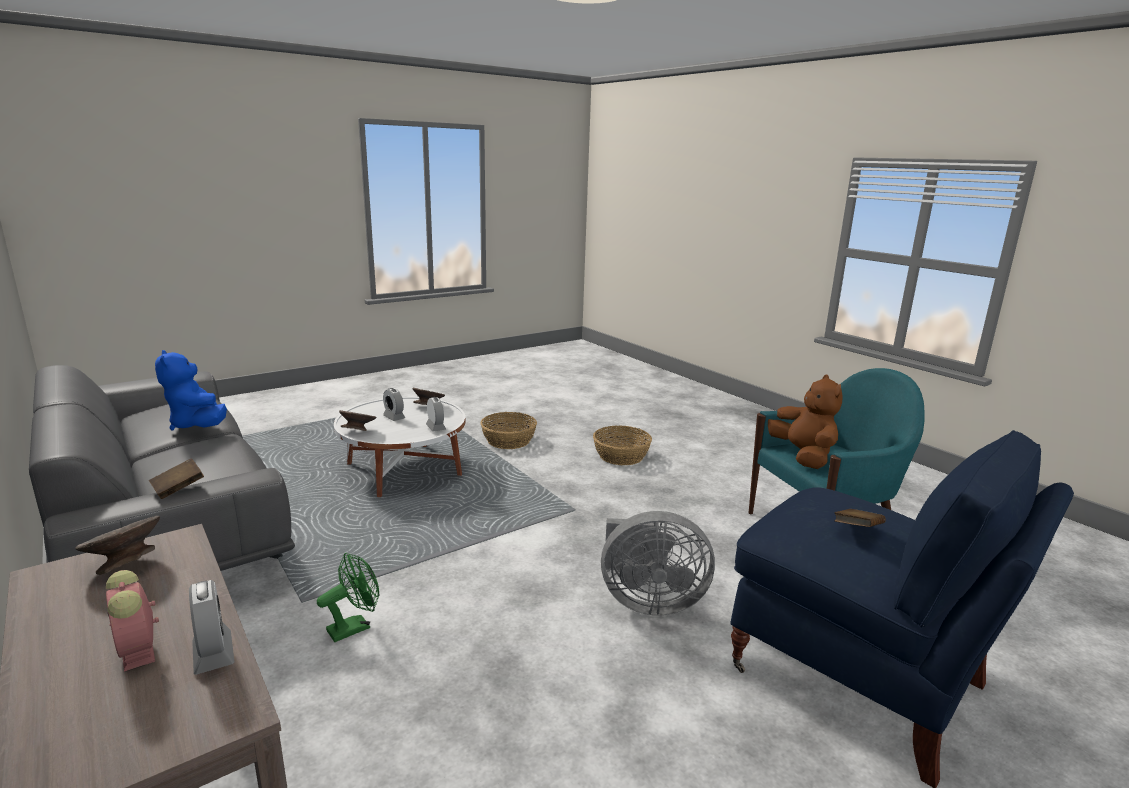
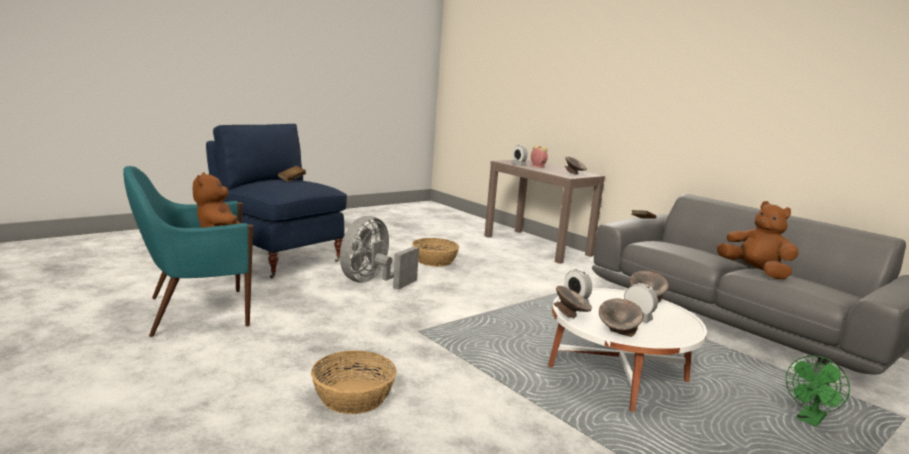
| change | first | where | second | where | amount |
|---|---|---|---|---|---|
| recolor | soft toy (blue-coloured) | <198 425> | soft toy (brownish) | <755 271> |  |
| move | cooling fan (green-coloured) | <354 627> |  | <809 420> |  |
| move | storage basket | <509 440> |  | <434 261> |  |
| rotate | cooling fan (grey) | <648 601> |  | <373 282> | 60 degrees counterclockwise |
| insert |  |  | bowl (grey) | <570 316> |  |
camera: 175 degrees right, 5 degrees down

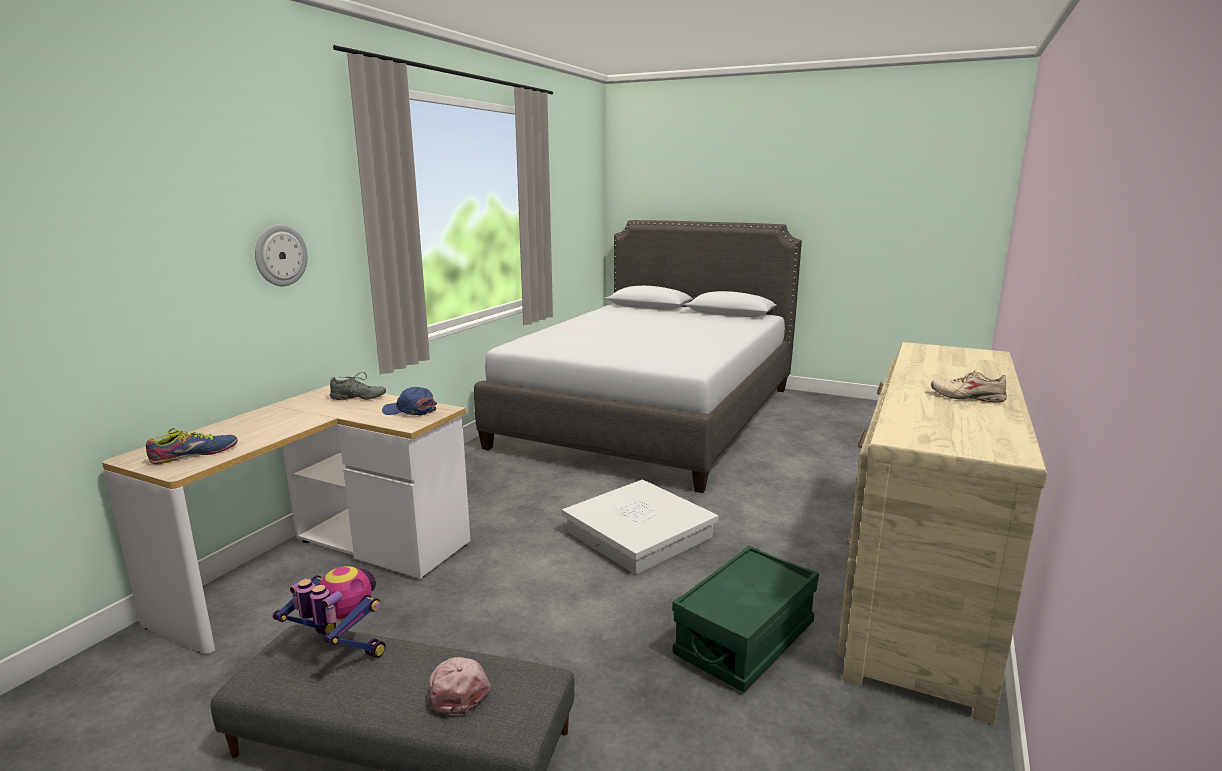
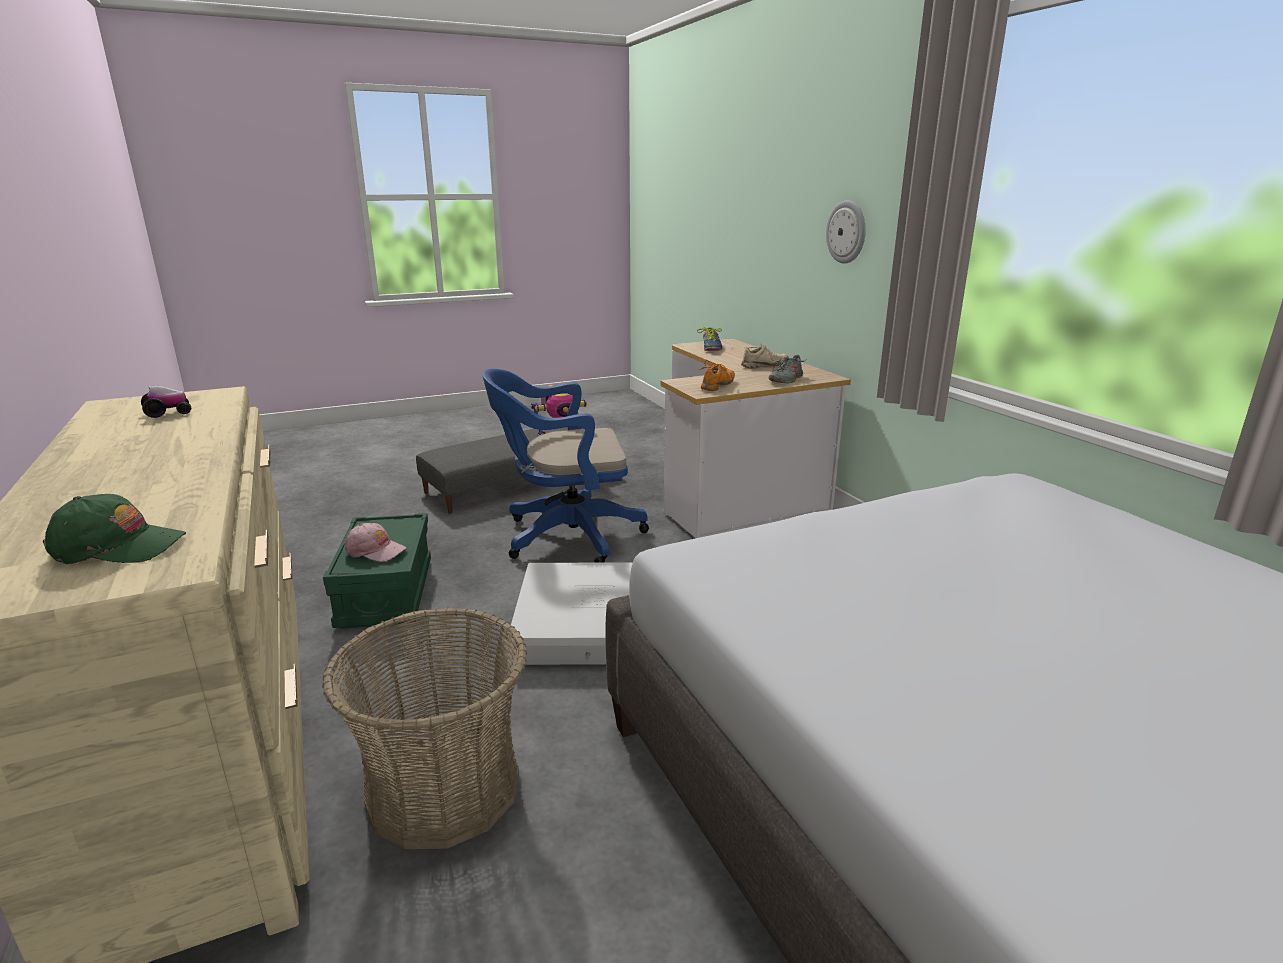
| change | first | where | second | where | amount |
|---|---|---|---|---|---|
| replace | peaked cap (blue-coloured) | <410 410> | item of footwear (orangey) | <718 386> |  |
| move | peaked cap (pink-coloured) | <458 689> |  | <375 550> |  |
| move | item of footwear (sand-coloured) | <967 397> |  | <764 366> |  |
| insert |  |  | peaked cap (green-coloured) | <117 546> |  |
| insert |  |  | miniature car | <168 413> |  |
| insert |  |  | storage basket | <443 789> |  |
| insert |  |  | computer chair (blue-coloured) | <565 536> |  |
camera: 130 degrees right, 5 degrees up

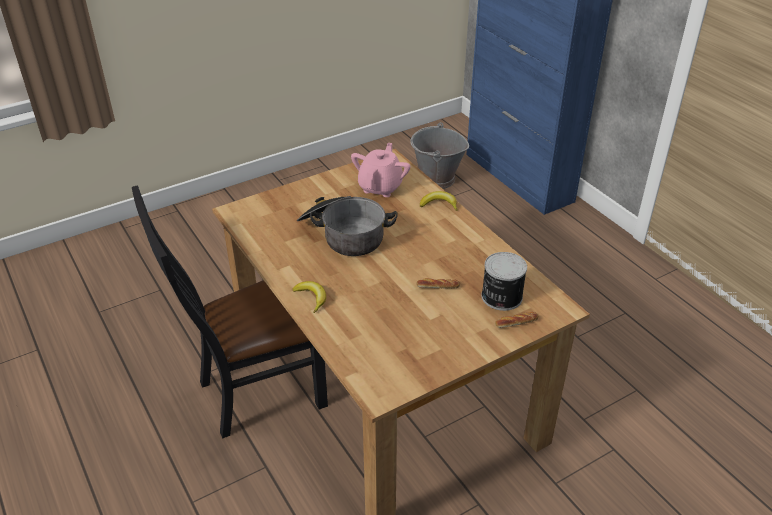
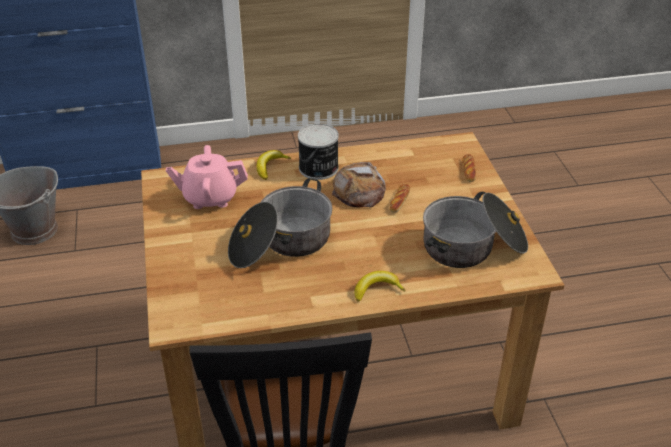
| change | first | where | second | where | amount |
|---|---|---|---|---|---|
| rotate | tea pot (pink-coloured) | <380 187> |  | <210 197> | 45 degrees counterclockwise |
| move | metal can | <501 297> |  | <319 168> |  |
| insert |  |  | baked bread | <359 191> |  |
| insert |  |  | saucepot | <473 246> |  |
camera: 70 degrees left, 0 degrees up

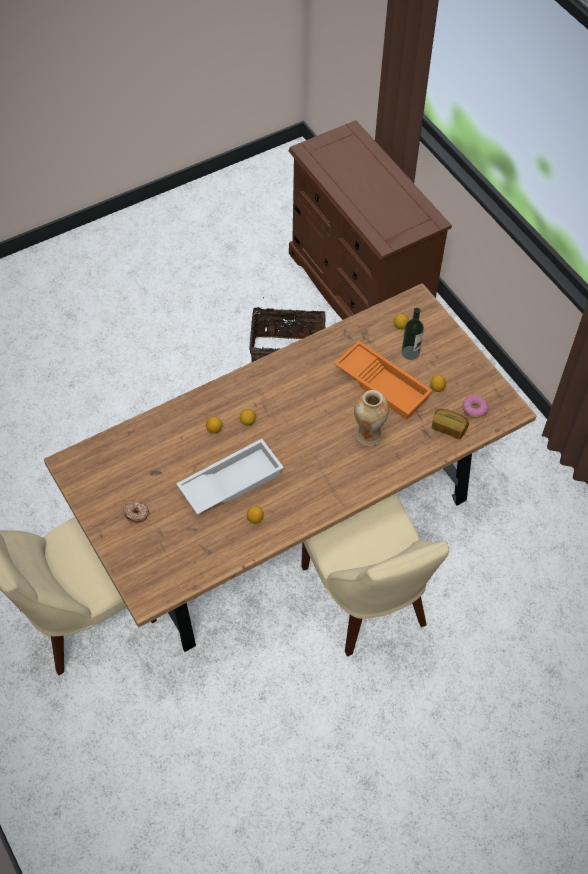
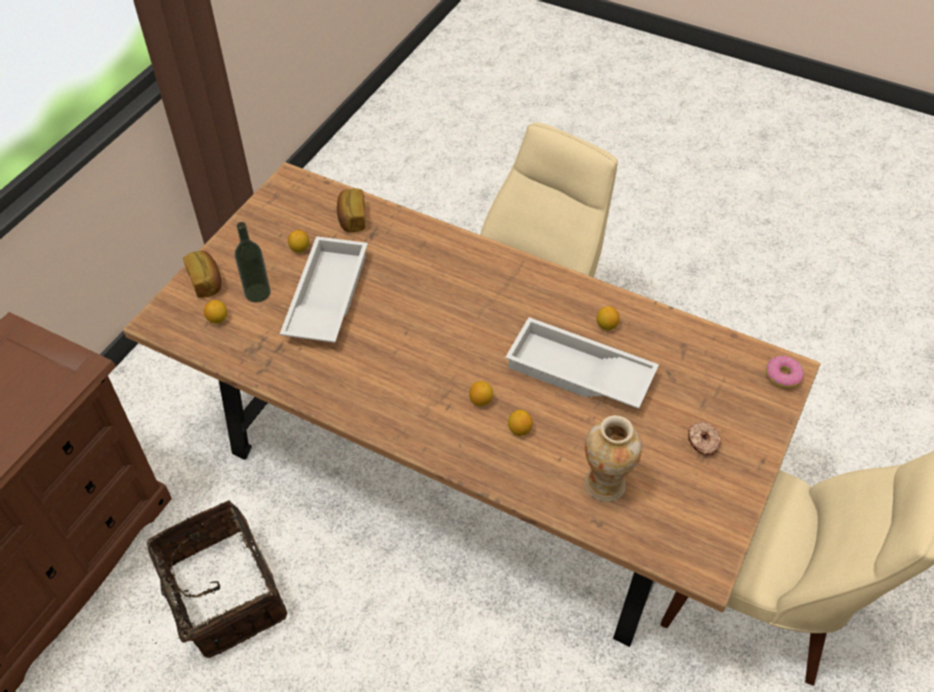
| change | first | where | second | where | amount |
|---|---|---|---|---|---|
| recolor | tray (orangey) | <383 384> | tray (whitish) | <325 297> |  |
| move | decorative vase | <368 435> |  | <605 485> |  |
| move | doughnut | <474 409> |  | <783 376> |  |
| insert |  |  | baked bread | <206 281> |  |
camera: 120 degrees left, 5 degrees down

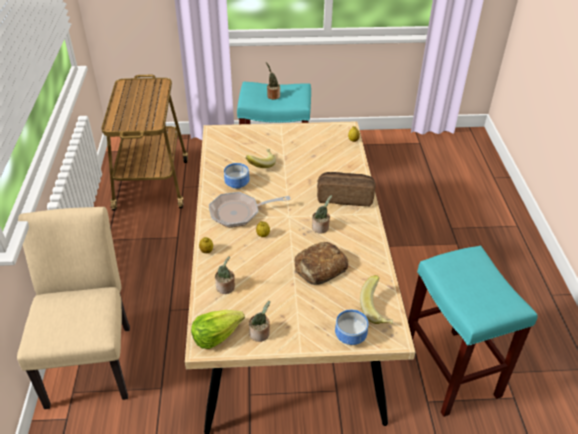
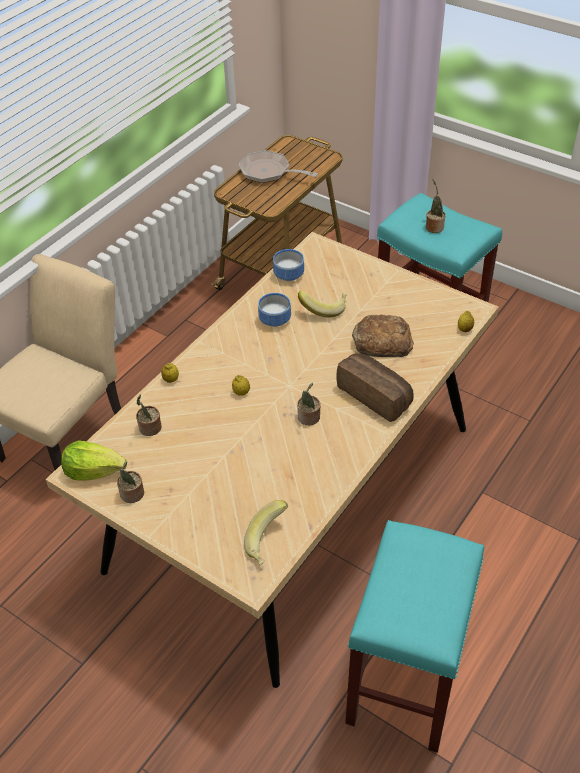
| change | first | where | second | where | amount |
|---|---|---|---|---|---|
| move | pan | <239 213> |  | <269 172> |  |
| move | baked bread | <320 268> |  | <381 341> |  |
| move | bowl | <351 337> |  | <288 276> |  |
camera: 40 degrees right, 5 degrees up

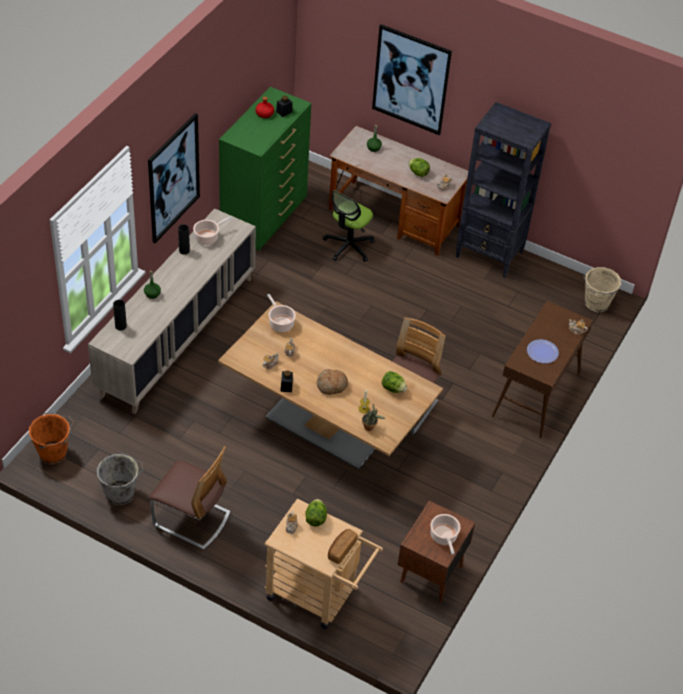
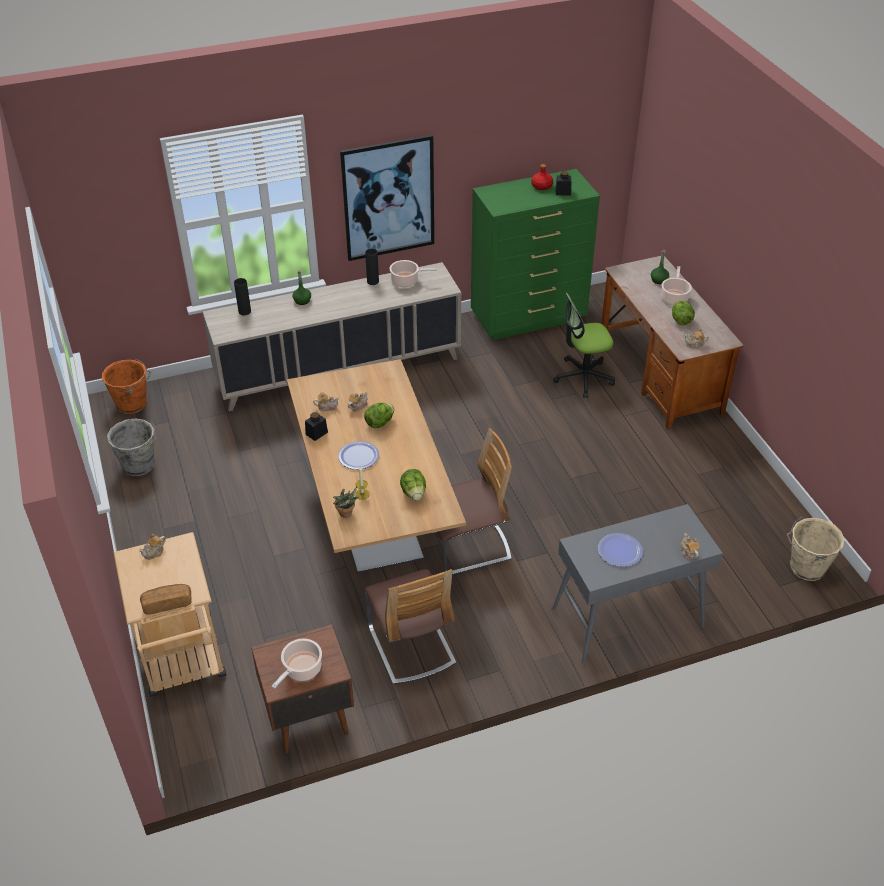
| change | first | where | second | where | amount |
|---|---|---|---|---|---|
| move | chair | <191 519> |  | <411 645> |  |
| move | saucepot | <280 323> |  | <674 298> |  |
| move | lettuce | <315 518> |  | <379 423> |  |
| replace | baked bread | <331 385> | flat dish | <358 456> |  |
| delete | wall art | <411 79> |  |  |  |
| delete | bookshelf (black-coloured) | <490 255> |  |  |  |
| recolor | console table (brownish) | <536 395> | console table (grey) | <627 618> |  |
camera: 45 degrees right, 5 degrees down

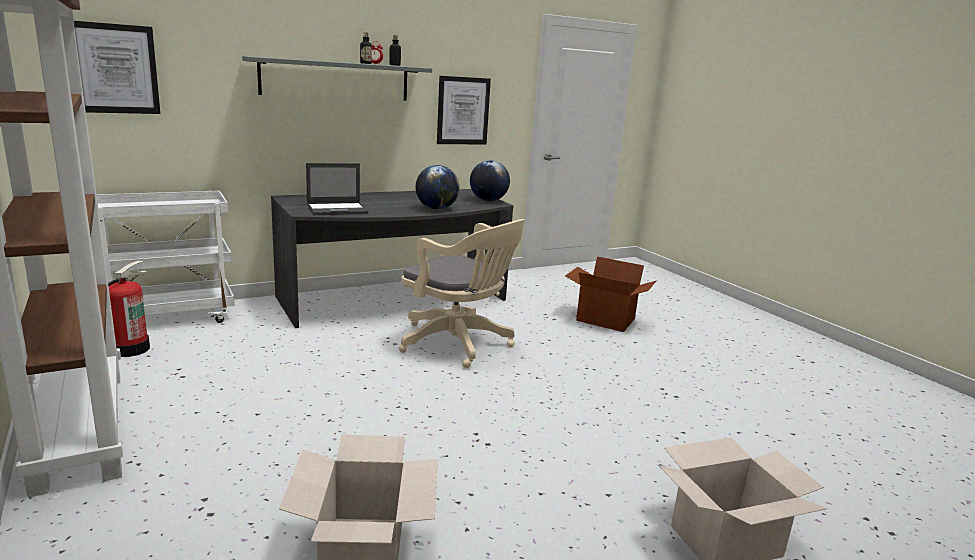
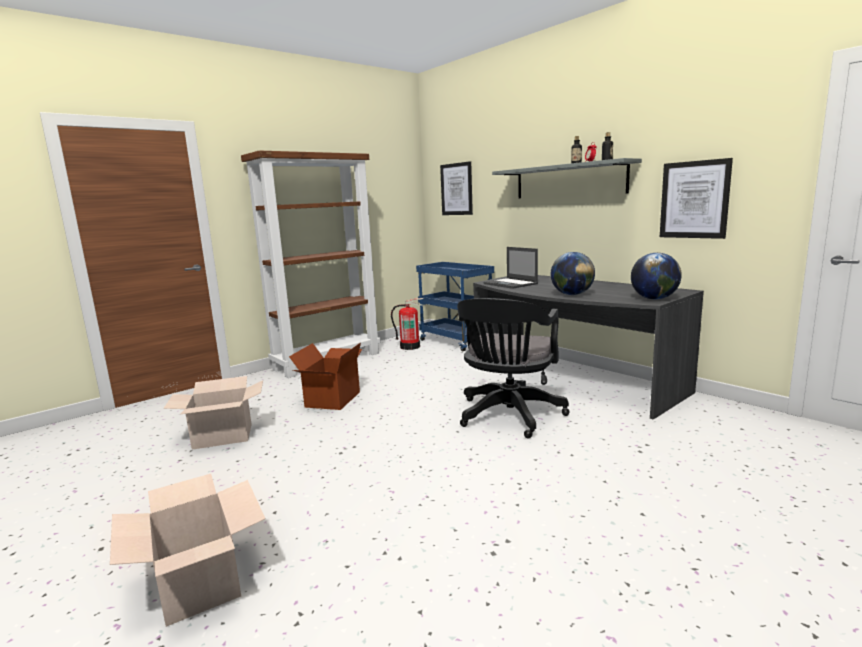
| change | first | where | second | where | amount |
|---|---|---|---|---|---|
| recolor | wheeled cart (whitish) | <171 317> | wheeled cart (blue-coloured) | <457 342> |  |
| recolor | computer chair (sand-coloured) | <459 344> | computer chair (black-coloured) | <508 416> |  |
| move | carton | <605 320> |  | <332 399> |  |
camera: 80 degrees right, 5 degrees down

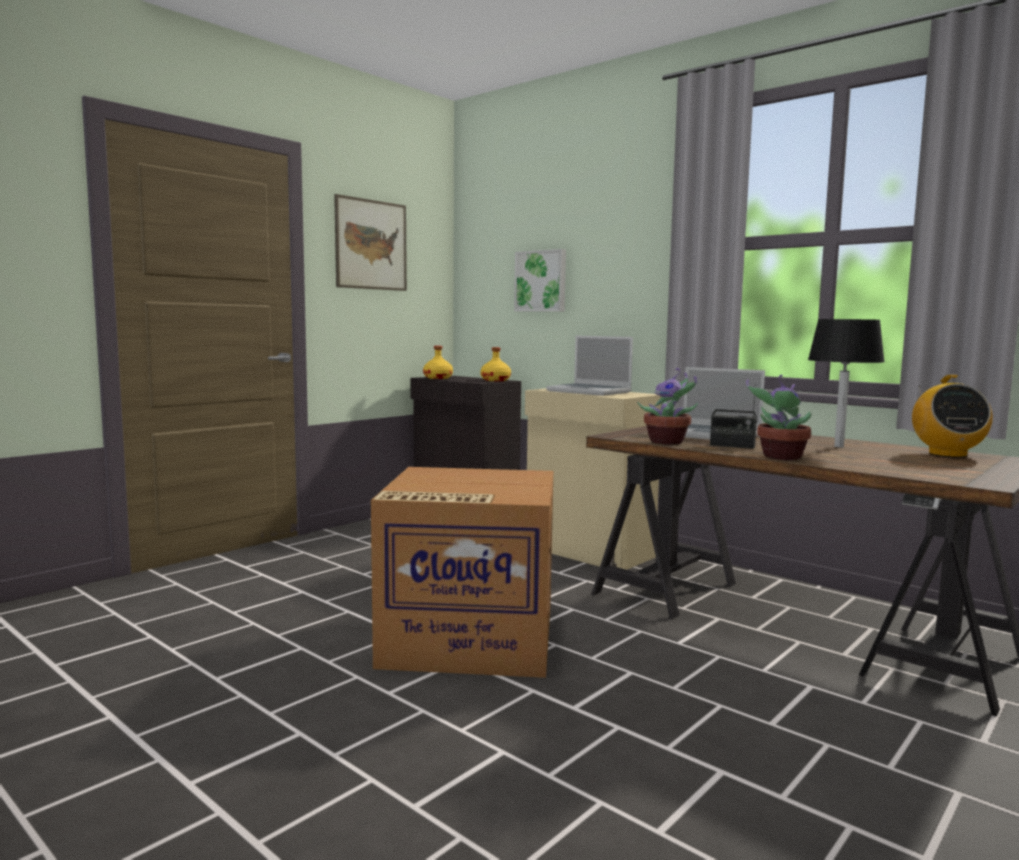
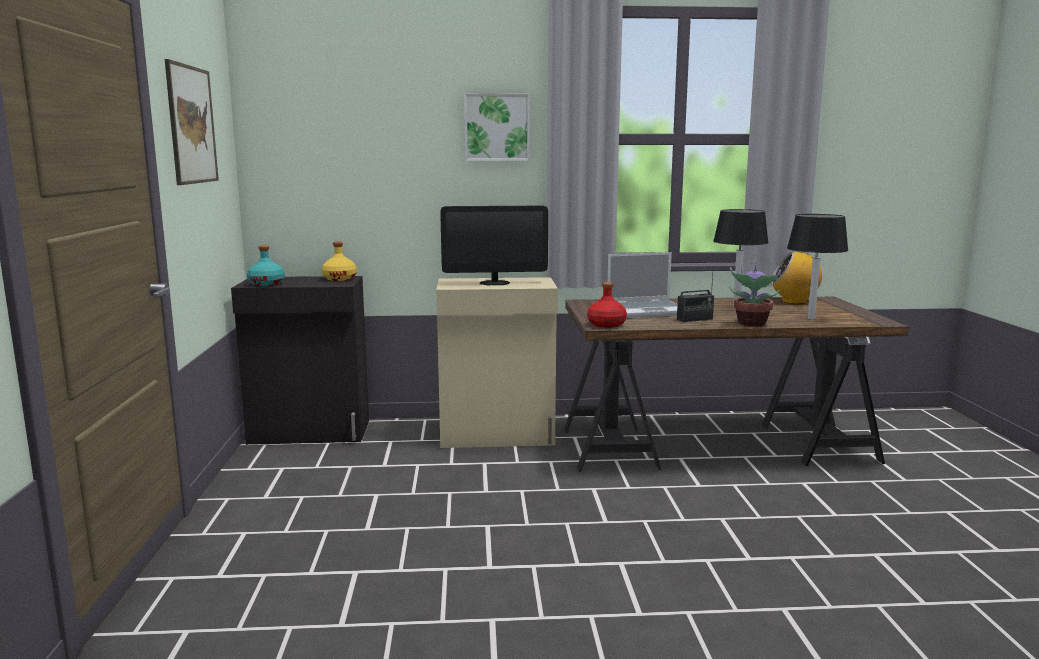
| change | first | where | second | where | amount |
|---|---|---|---|---|---|
| delete | carton | <467 638> |  |  |  |
| recolor | drink bottle (yellow) | <438 378> | drink bottle (blue-green) | <266 284> |  |
| move | wall art | <541 281> |  | <497 127> |  |
| replace | notebook computer | <590 391> | monitor | <494 283> |  |
| delete | houseplant | <668 442> |  |  |  |
| rotate | radio set | <947 454> |  | <794 302> | 135 degrees clockwise |
| insert |  |  | drink bottle (reddish) | <606 324> |  |
| insert |  |  | tabletop lamp (black-coloured) | <811 318> |  |
camera: 45 degrees left, 5 degrees up

